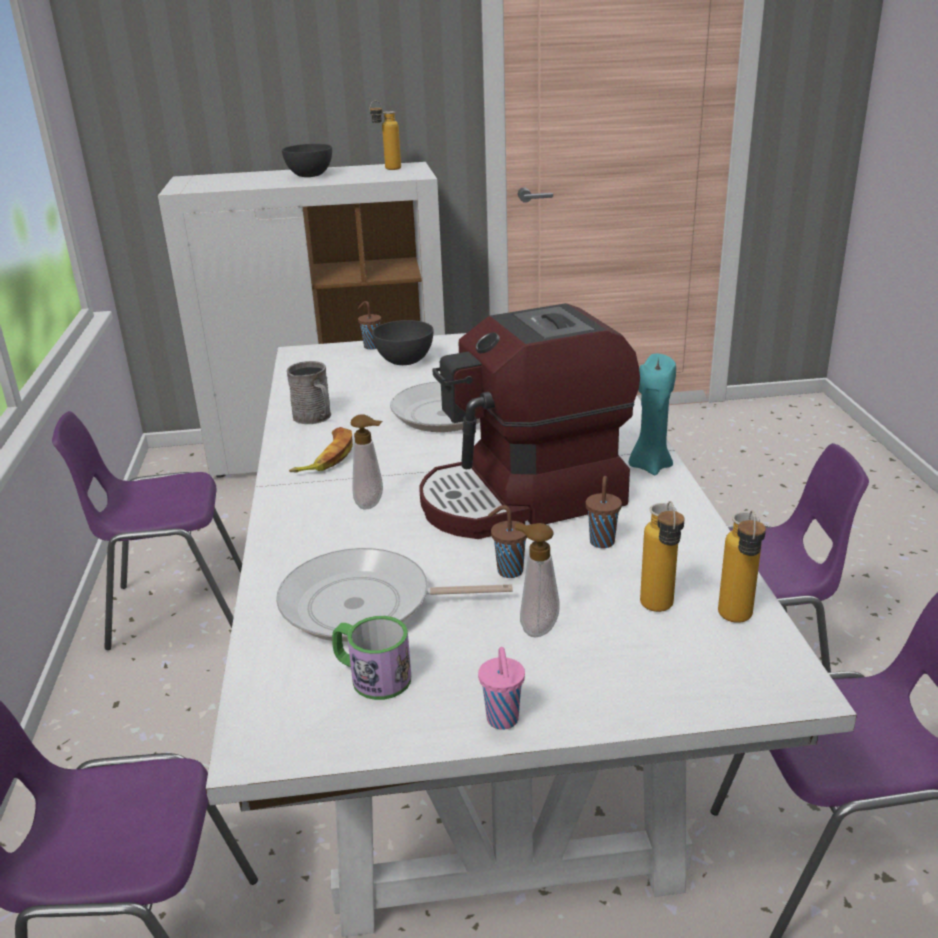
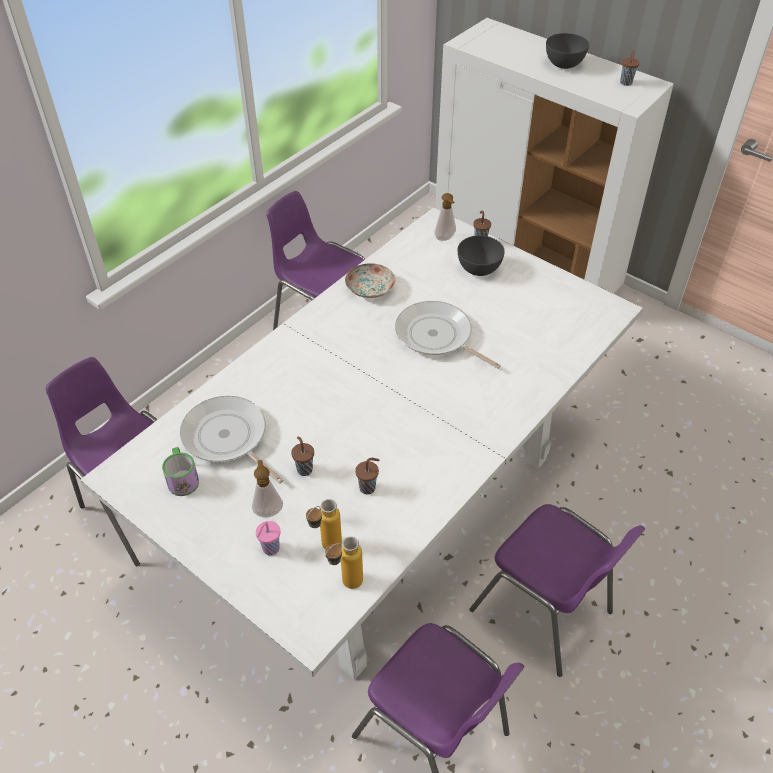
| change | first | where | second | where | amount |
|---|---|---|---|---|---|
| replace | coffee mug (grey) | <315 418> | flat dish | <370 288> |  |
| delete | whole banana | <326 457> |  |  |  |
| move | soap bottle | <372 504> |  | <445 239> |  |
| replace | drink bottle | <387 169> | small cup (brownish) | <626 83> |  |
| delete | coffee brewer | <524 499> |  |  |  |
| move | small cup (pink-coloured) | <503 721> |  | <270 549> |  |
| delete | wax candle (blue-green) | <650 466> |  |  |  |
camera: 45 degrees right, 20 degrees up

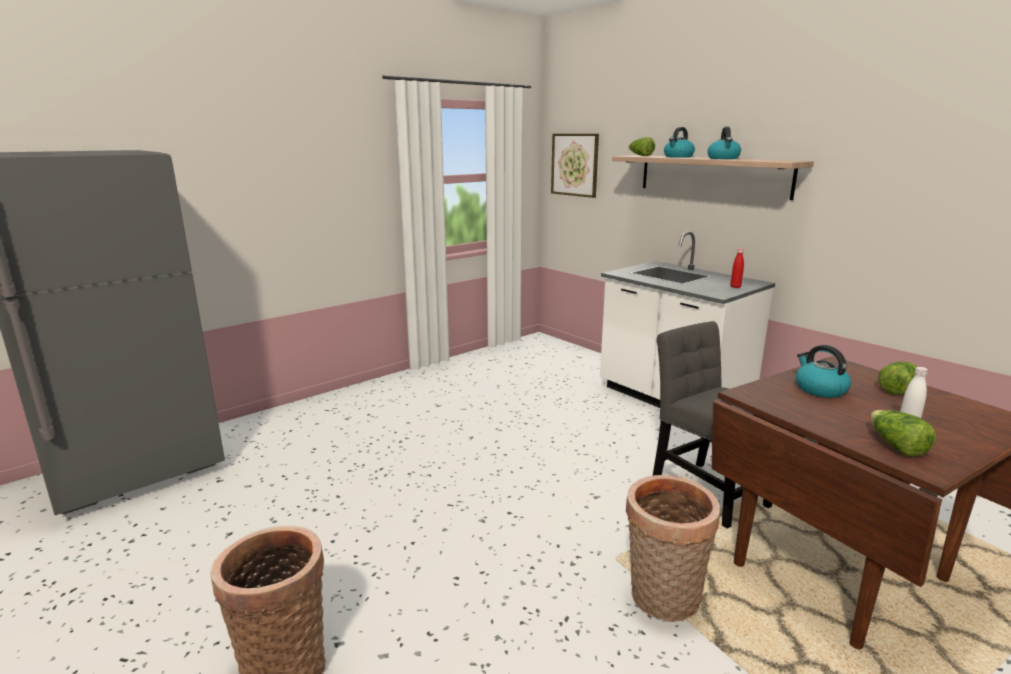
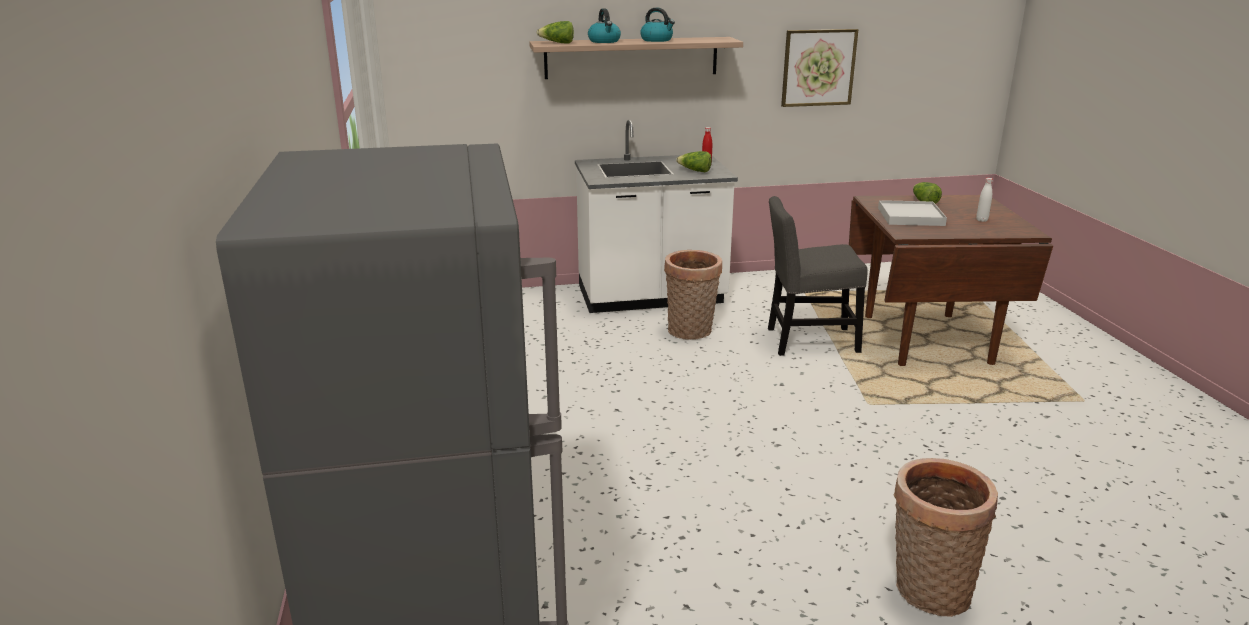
| change | first | where | second | where | amount |
|---|---|---|---|---|---|
| move | wall art | <575 164> |  | <818 67> |  |
| move | storage basket | <662 600> |  | <691 332> |  |
| replace | tea kettle | <819 389> | tray (whitish) | <911 217> |  |
| move | lettuce | <895 446> |  | <695 171> |  |
camera: 60 degrees left, 5 degrees up

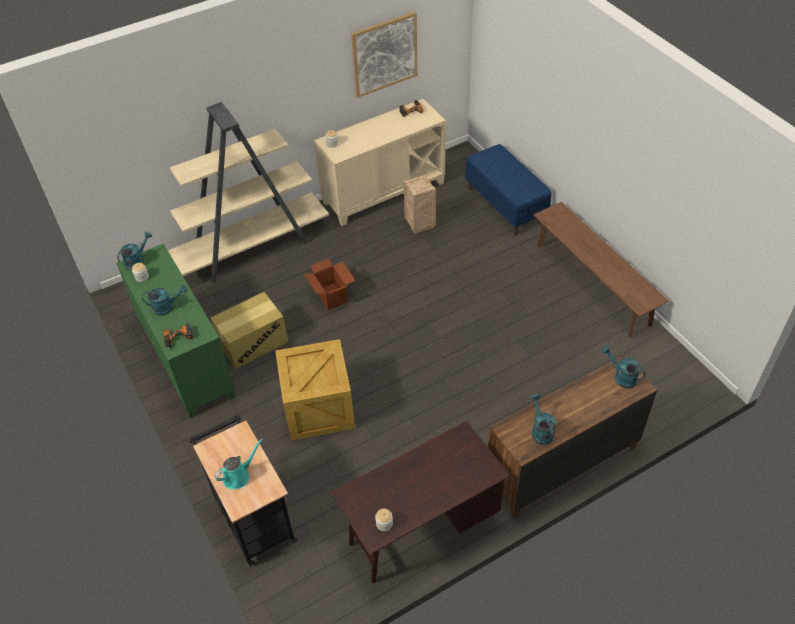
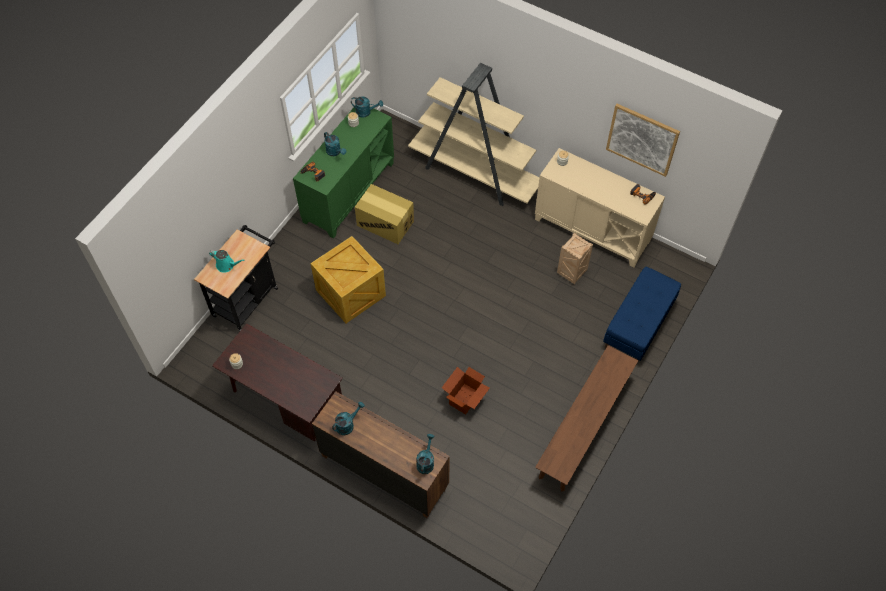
| change | first | where | second | where | amount |
|---|---|---|---|---|---|
| move | carton | <332 296> |  | <465 399> |  |
camera: 60 degrees right, 10 degrees up

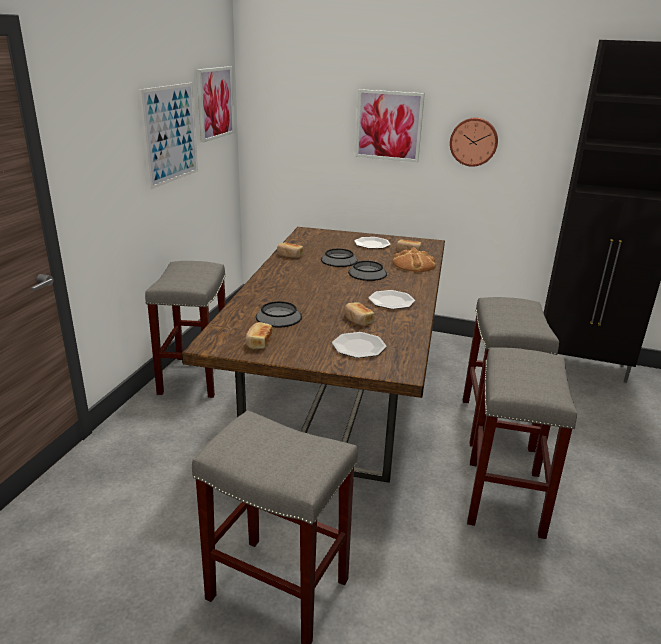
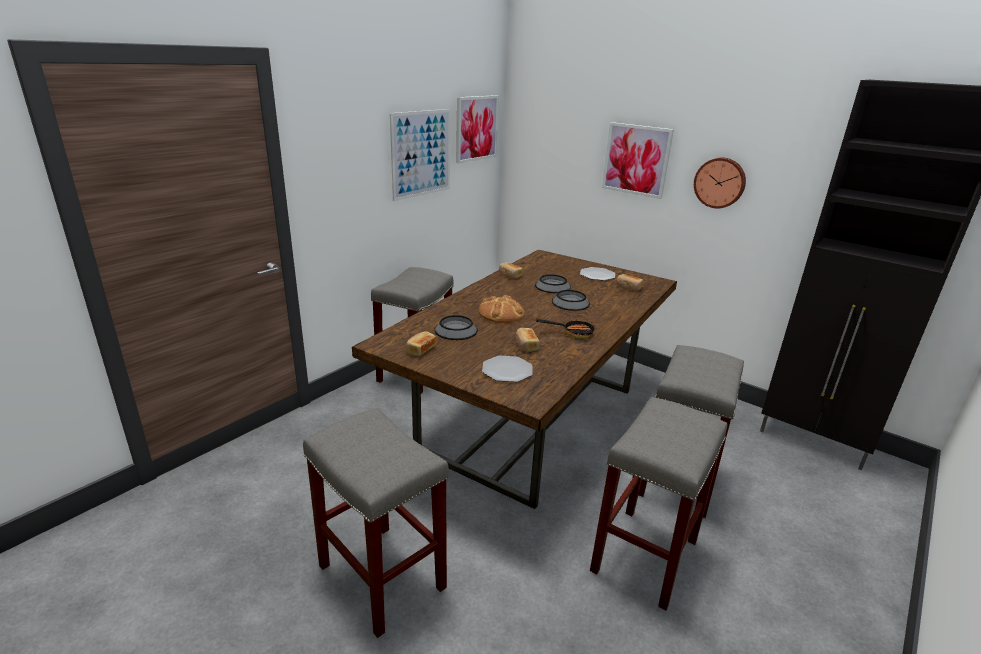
| change | first | where | second | where | amount |
|---|---|---|---|---|---|
| replace | flat dish | <391 301> | pan | <573 333> |  |
| move | baked bread | <414 264> |  | <502 313> |  |
camera: 20 degrees right, 0 degrees up

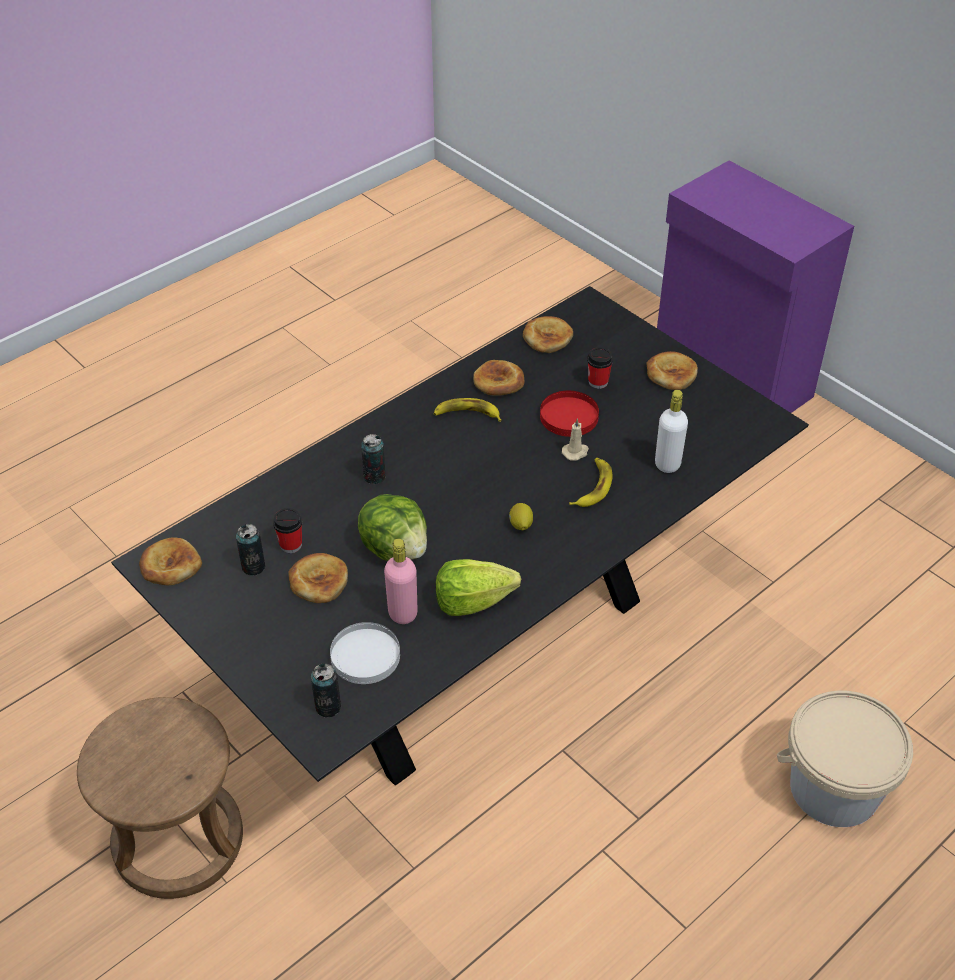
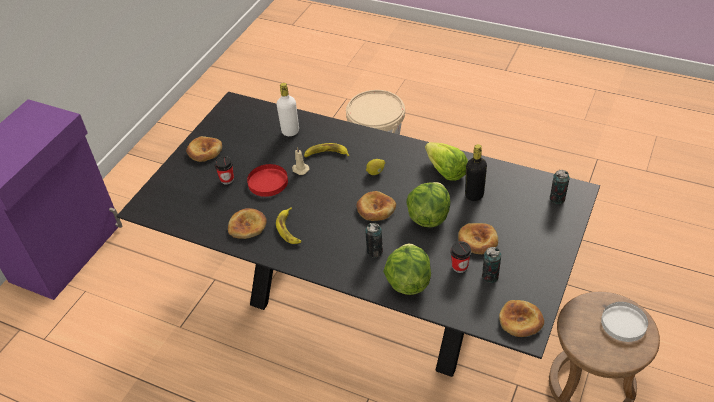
| change | first | where | second | where | amount |
|---|---|---|---|---|---|
| move | flat dish (whitish) | <365 655> |  | <623 323> |  |
| recolor | drink bottle (pink-coloured) | <403 613> | drink bottle (black-coloured) | <474 195> |  |
| move | baked bread | <547 337> |  | <375 208> |  |
| insert |  |  | lettuce | <408 282> |  |
camera: 110 degrees left, 0 degrees up

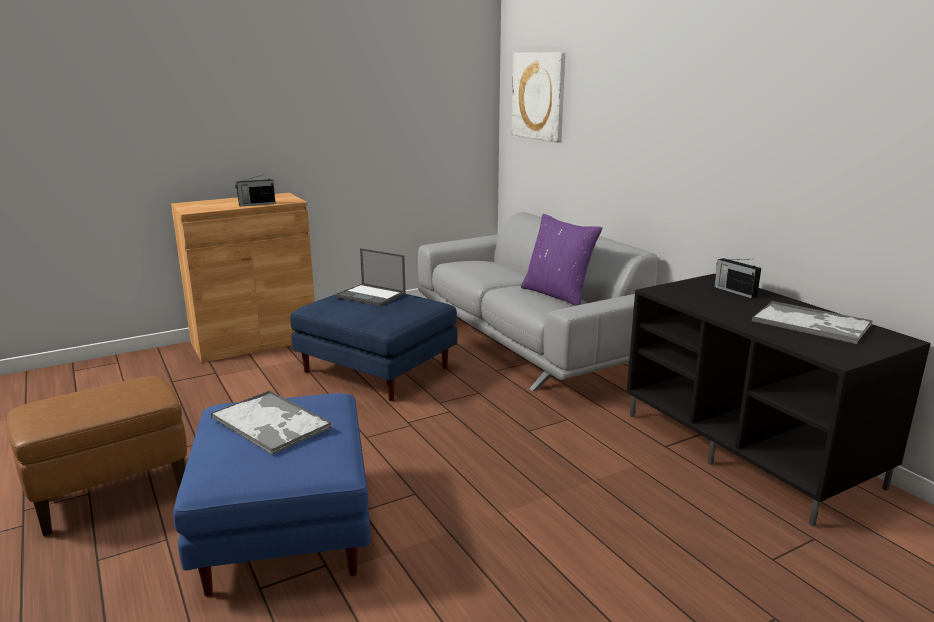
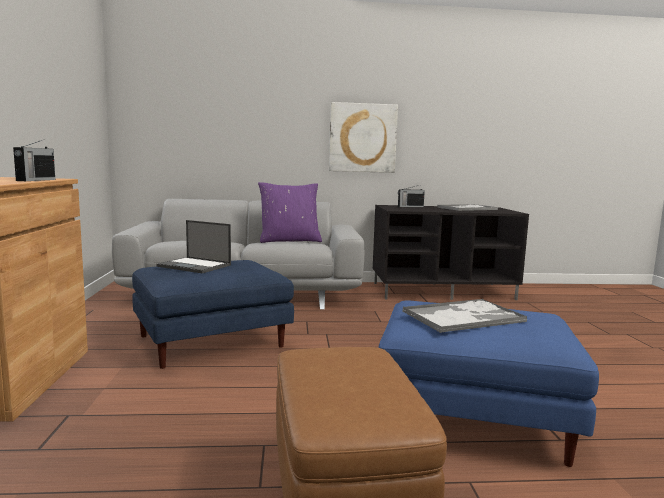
| change | first | where | second | where | amount |
|---|---|---|---|---|---|
| rotate | notebook computer | <372 295> |  | <195 266> | 60 degrees clockwise |
| move | wall art | <539 96> |  | <362 138> |  |
camera: 65 degrees left, 10 degrees down

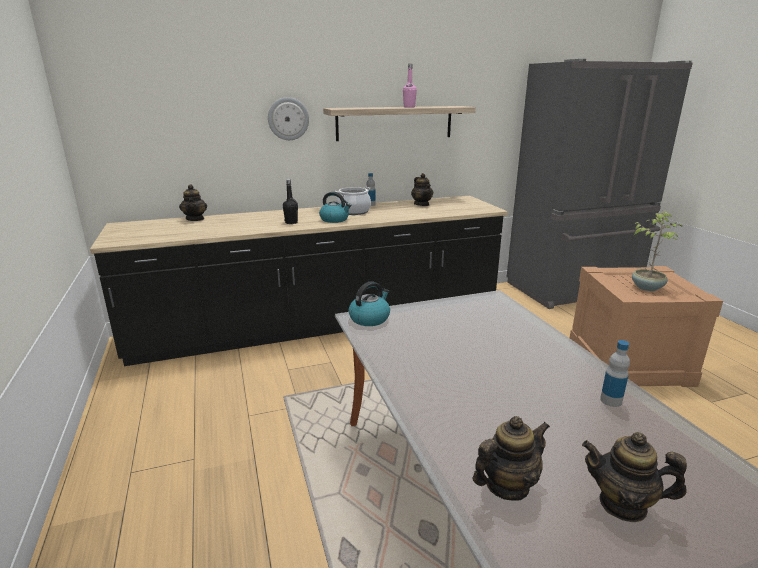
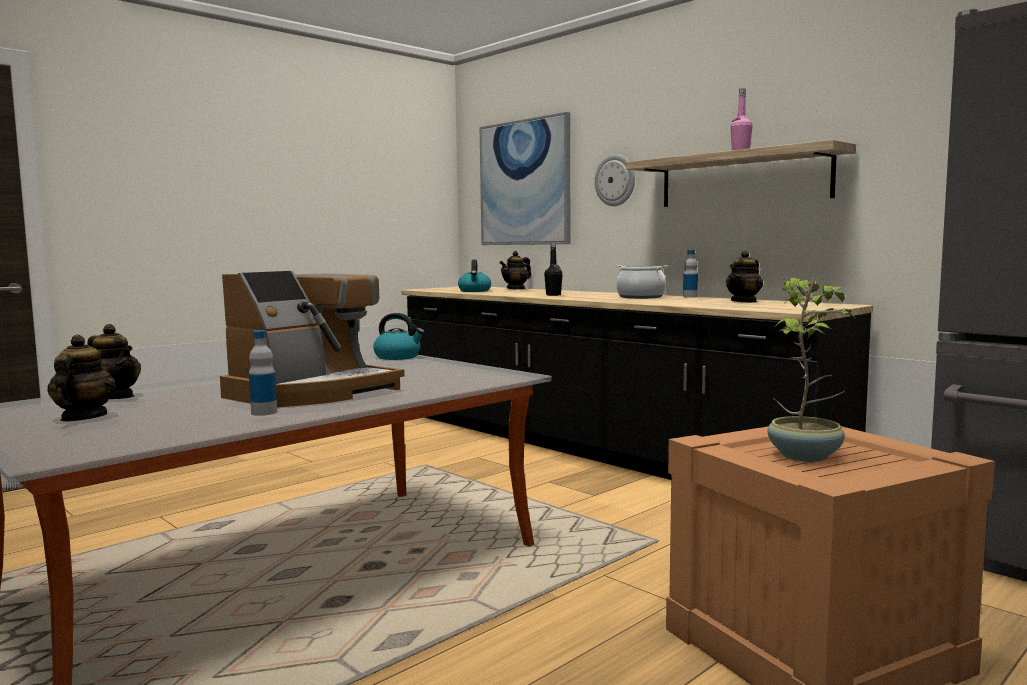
| change | first | where | second | where | amount |
|---|---|---|---|---|---|
| move | tea kettle | <335 219> |  | <474 291> |  |
| insert |  |  | coffee brewer | <313 393> |  |
| insert |  |  | wall art | <524 183> |  |
camera: 65 degrees right, 15 degrees down

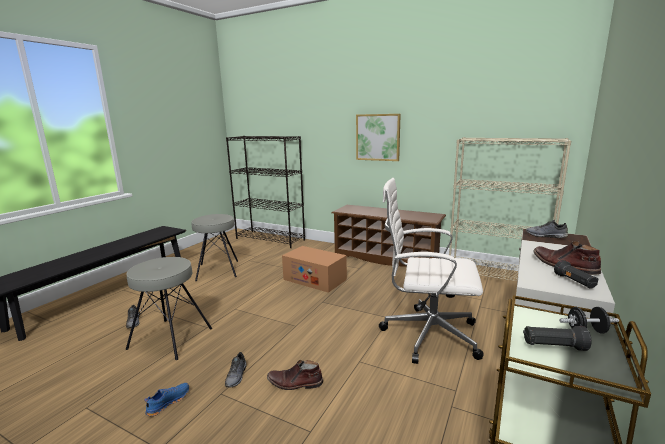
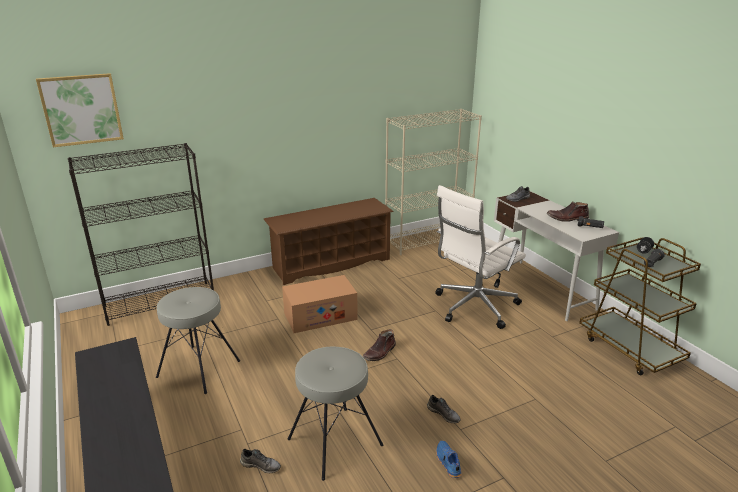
| change | first | where | second | where | amount |
|---|---|---|---|---|---|
| move | boot (brownish) | <295 383> |  | <380 353> |  |
| move | wall art | <378 137> |  | <81 109> |  |
camera: 55 degrees left, 10 degrees up

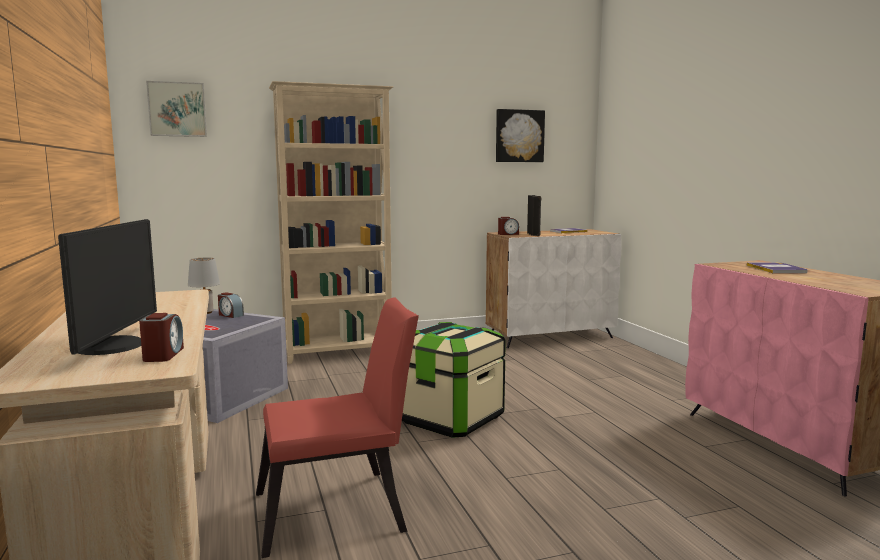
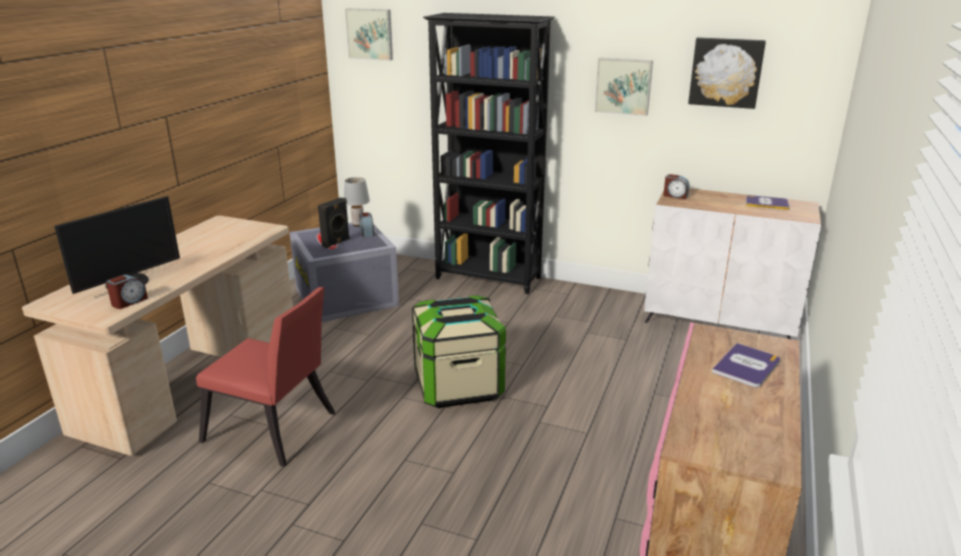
| change | first | where | second | where | amount |
|---|---|---|---|---|---|
| recolor | bookshelf (sand-coloured) | <339 353> | bookshelf (black-coloured) | <488 278> |  |
| move | loudspeaker (black-coloured) | <534 234> |  | <336 243> |  |
| insert |  |  | wall art | <623 86> |  |
camera: 40 degrees right, 15 degrees up

